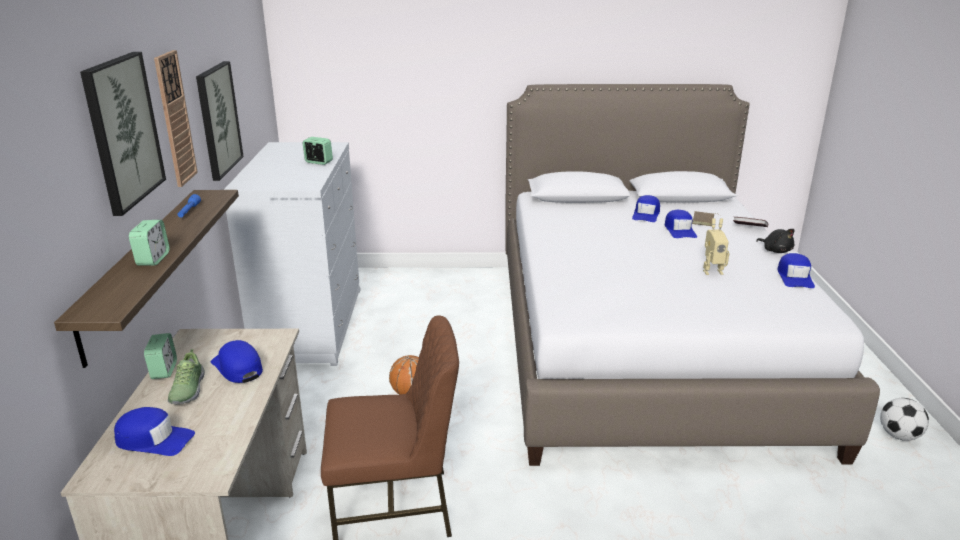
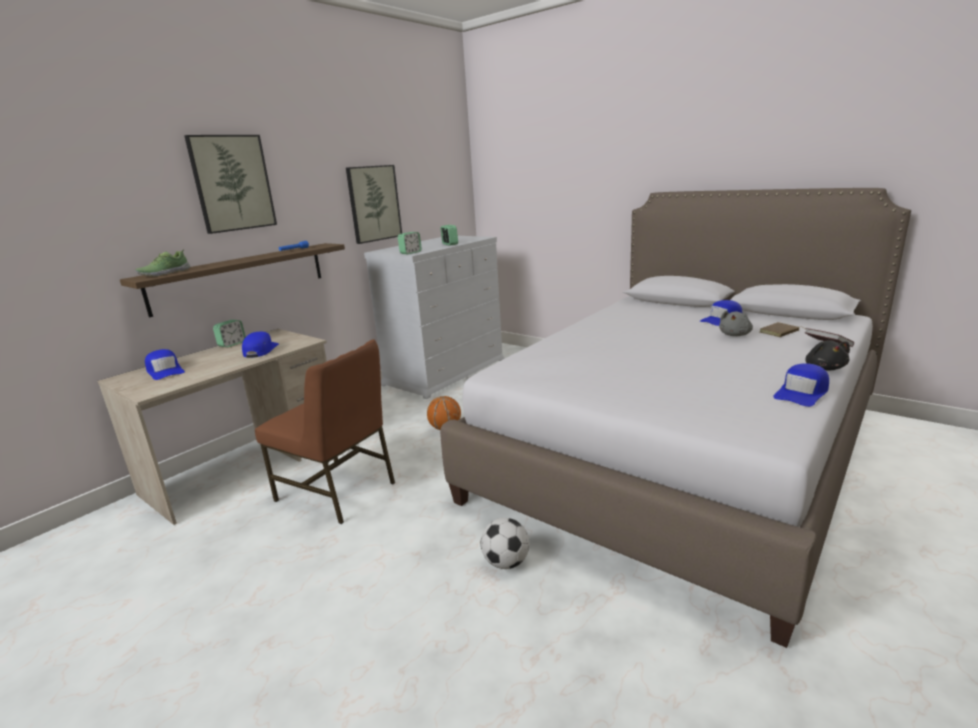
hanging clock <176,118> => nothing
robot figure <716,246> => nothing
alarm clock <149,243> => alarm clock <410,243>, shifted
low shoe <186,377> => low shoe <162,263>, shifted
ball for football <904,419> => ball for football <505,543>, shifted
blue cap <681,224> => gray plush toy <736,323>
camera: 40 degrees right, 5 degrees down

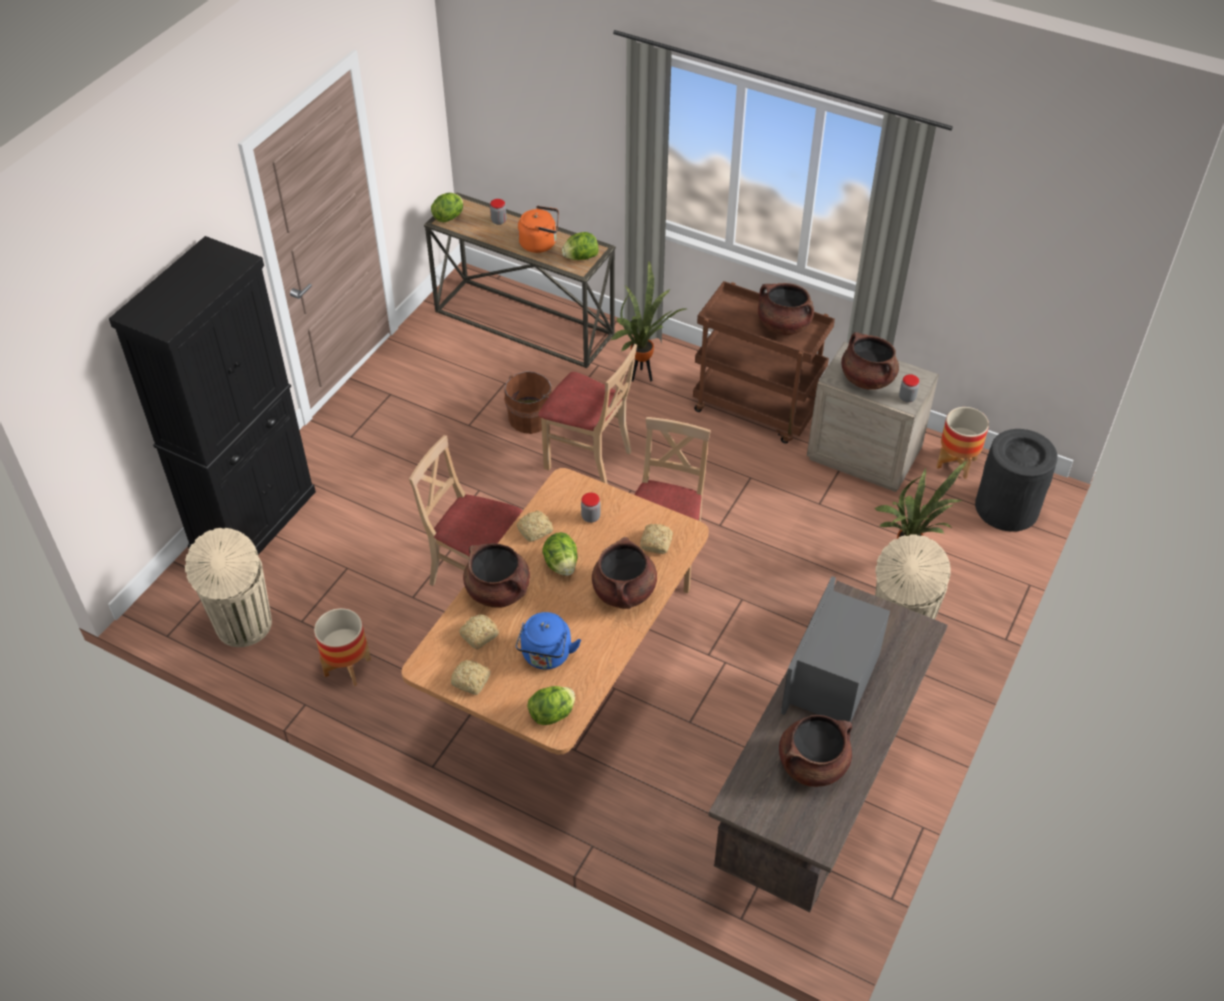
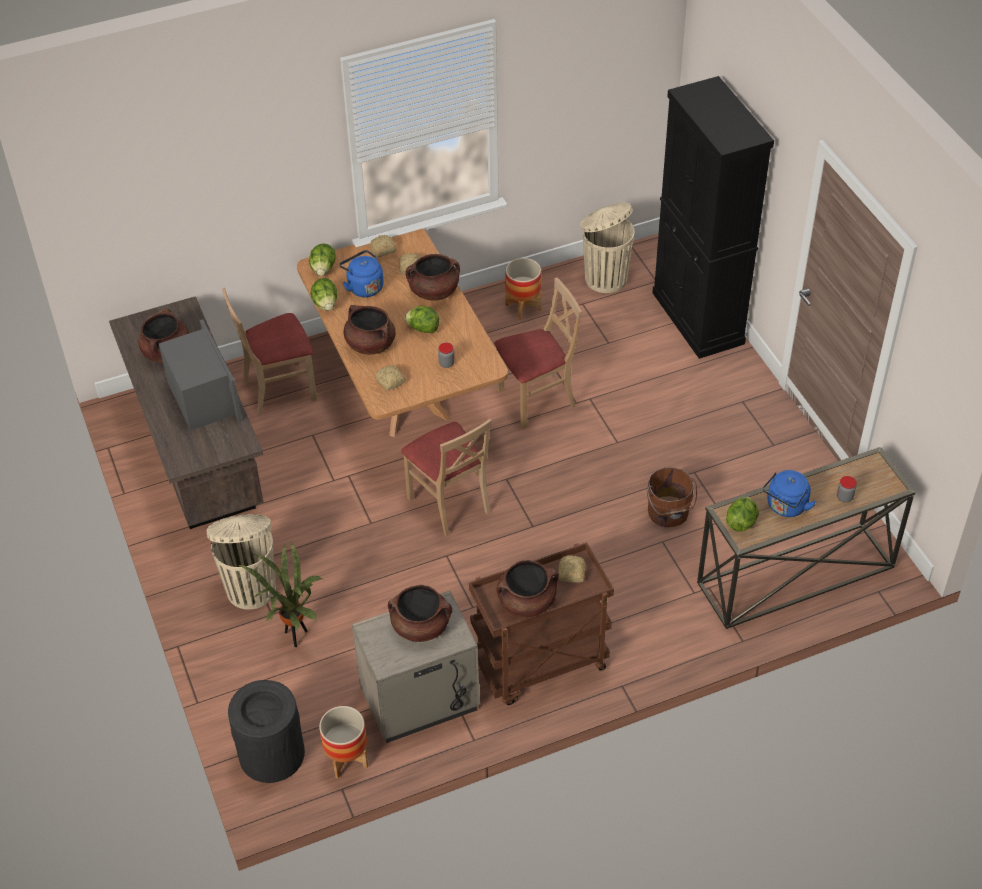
potted plant <648,321> => nothing
storage jar <909,388> => nothing
lettuce <447,207> => lettuce <323,294>, shifted
baked bread <535,526> => baked bread <572,569>, shifted
beige-coloured chair <587,414> => beige-coloured chair <269,352>, shifted
orangey kettle <538,229> => blue kettle <789,493>
camera: 130 degrees right, 0 degrees up

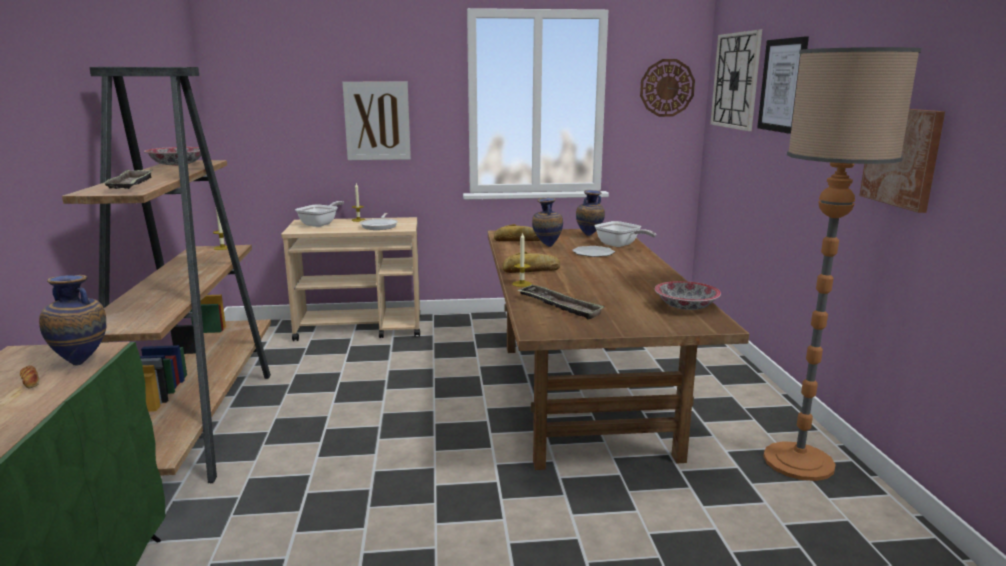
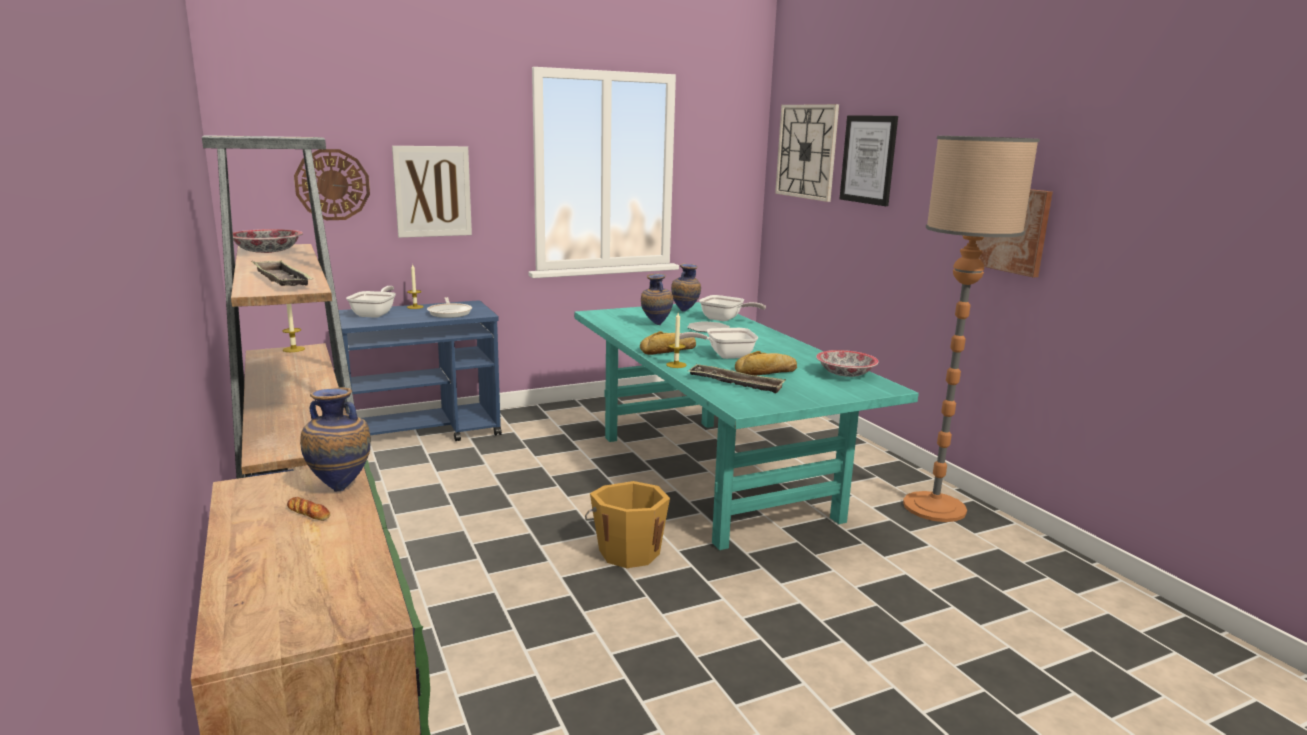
nothing => orangey bucket <627,524>
nothing => frying pan <718,343>
baked bread <517,232> => baked bread <766,363>, shifted
hanging clock <667,88> => hanging clock <332,184>, shifted
beige-coloured cart <350,279> => blue cart <420,370>
brownish dinner table <618,349> => turquoise-coloured dinner table <746,426>
camera: 20 degrees left, 0 degrees up

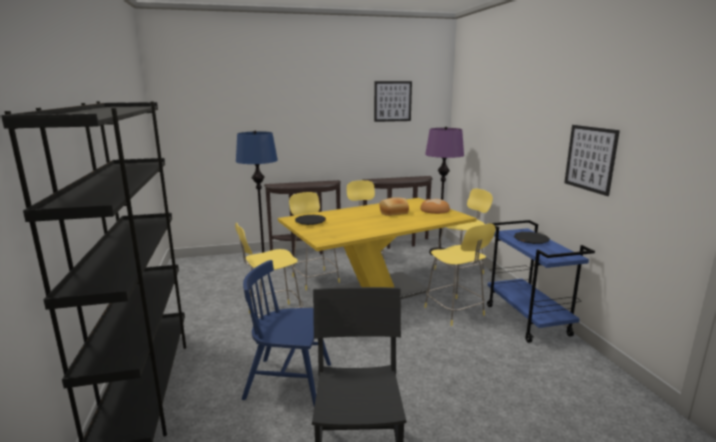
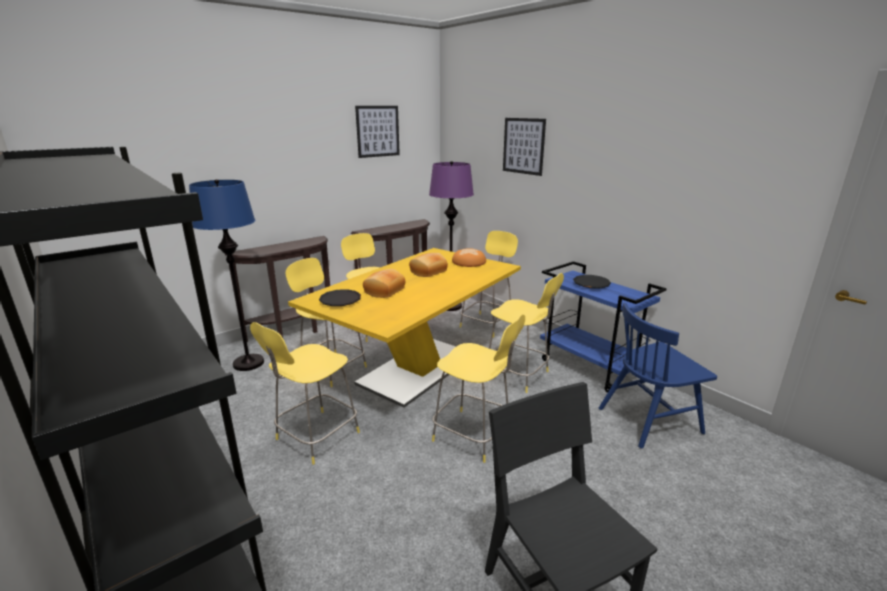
nothing => baked bread <384,283>
nothing => yellow-coloured stool seat <478,388>
blue chair <286,333> => blue chair <658,375>, shifted
picture <592,160> => picture <524,147>, shifted
camera: 25 degrees left, 5 degrees up

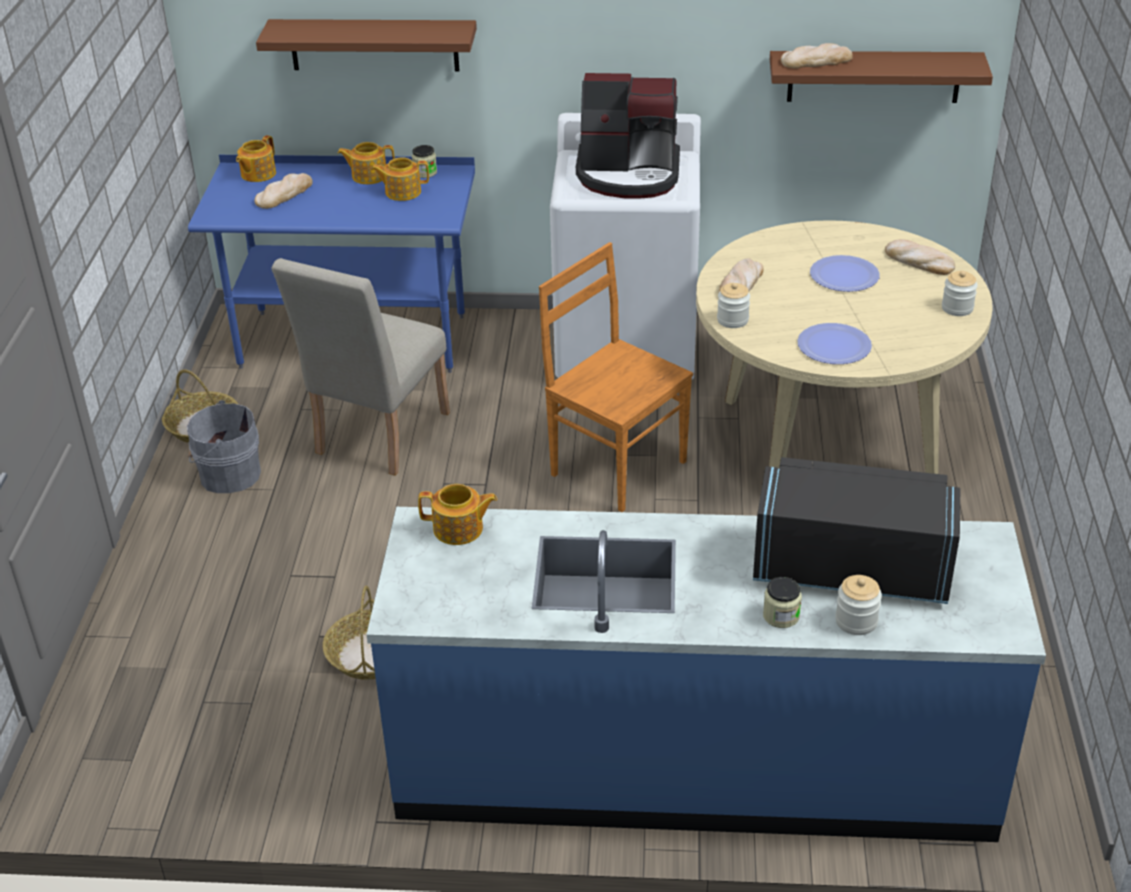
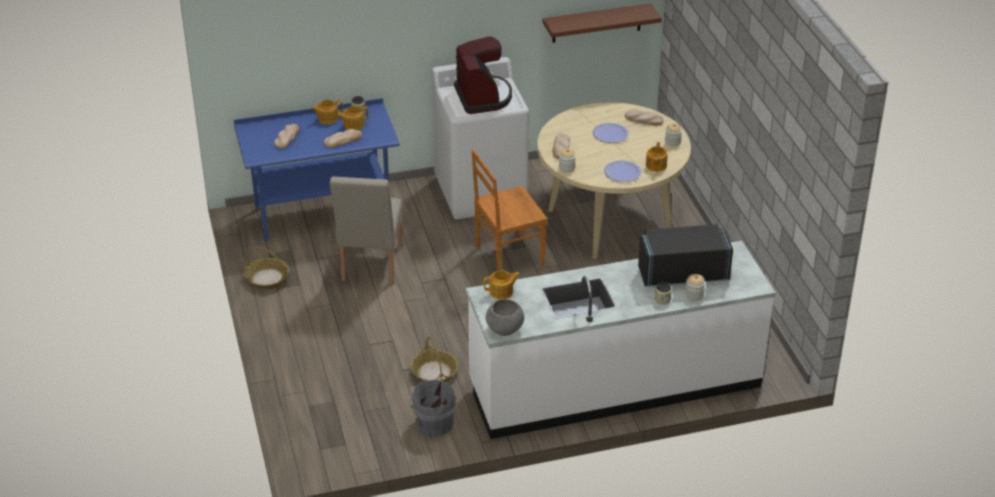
brownish shelf <366,45> => nothing
nothing => gray serving bowl <505,317>
gray bucket <224,446> => gray bucket <432,408>, shifted
teapot <256,158> => teapot <657,157>, shifted
baked bread <816,55> => baked bread <343,138>, shifted
blue kitchen base unit <706,674> => whitish kitchen base unit <621,340>
brownish chair <616,377> => brownish chair <509,210>, 45 degrees counterclockwise
coffee maker <628,136> => coffee maker <483,75>, 90 degrees counterclockwise
camera: 20 degrees left, 0 degrees up

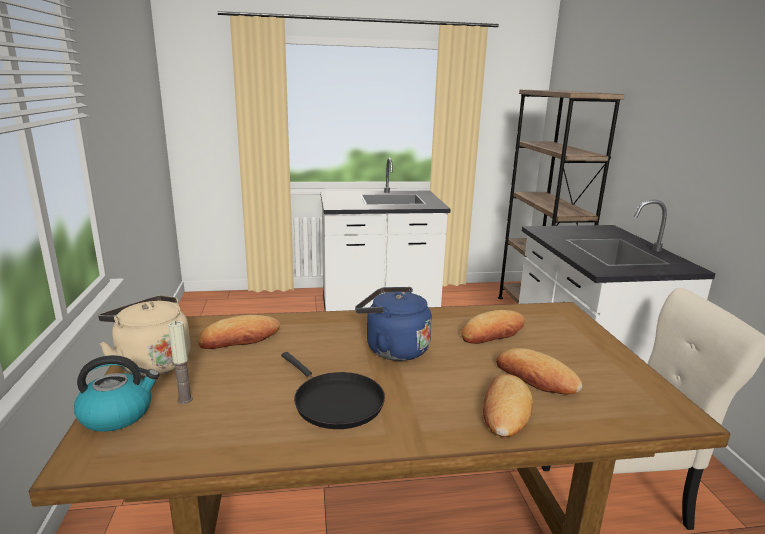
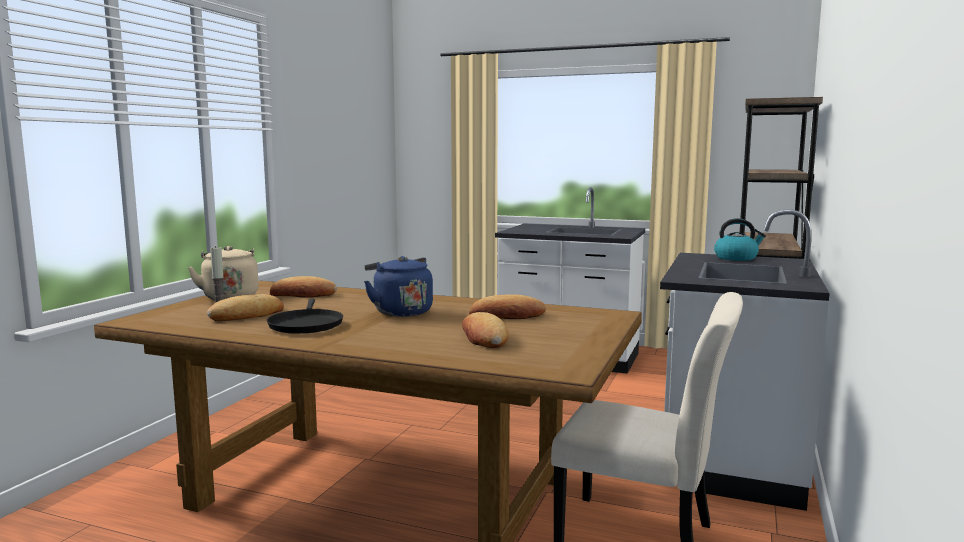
kettle <117,393> => kettle <740,239>, shifted
baked bread <508,405> => baked bread <245,307>, shifted
camera: 30 degrees right, 10 degrees down

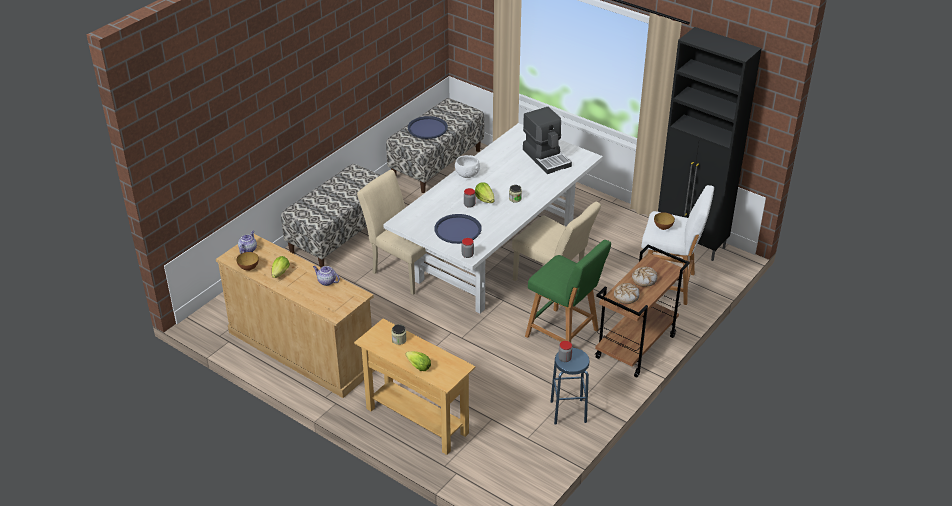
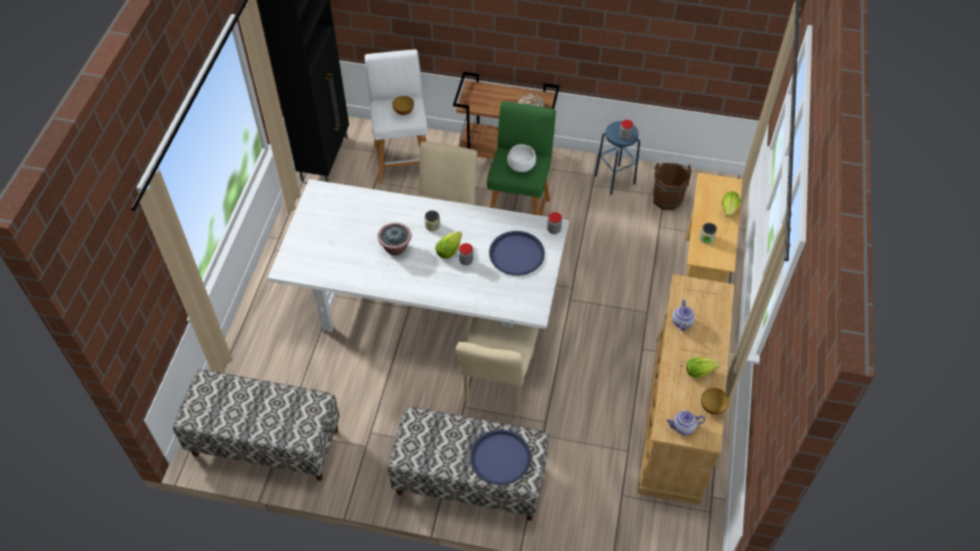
coffee maker <547,140> => nothing
baked bread <645,276> => nothing
nothing => potted plant <394,239>
nothing => brownish bucket <672,186>
blue tray <428,127> => blue tray <500,457>, shifted
whitish serving bowl <467,166> => whitish serving bowl <521,158>, shifted
camera: 115 degrees left, 15 degrees up

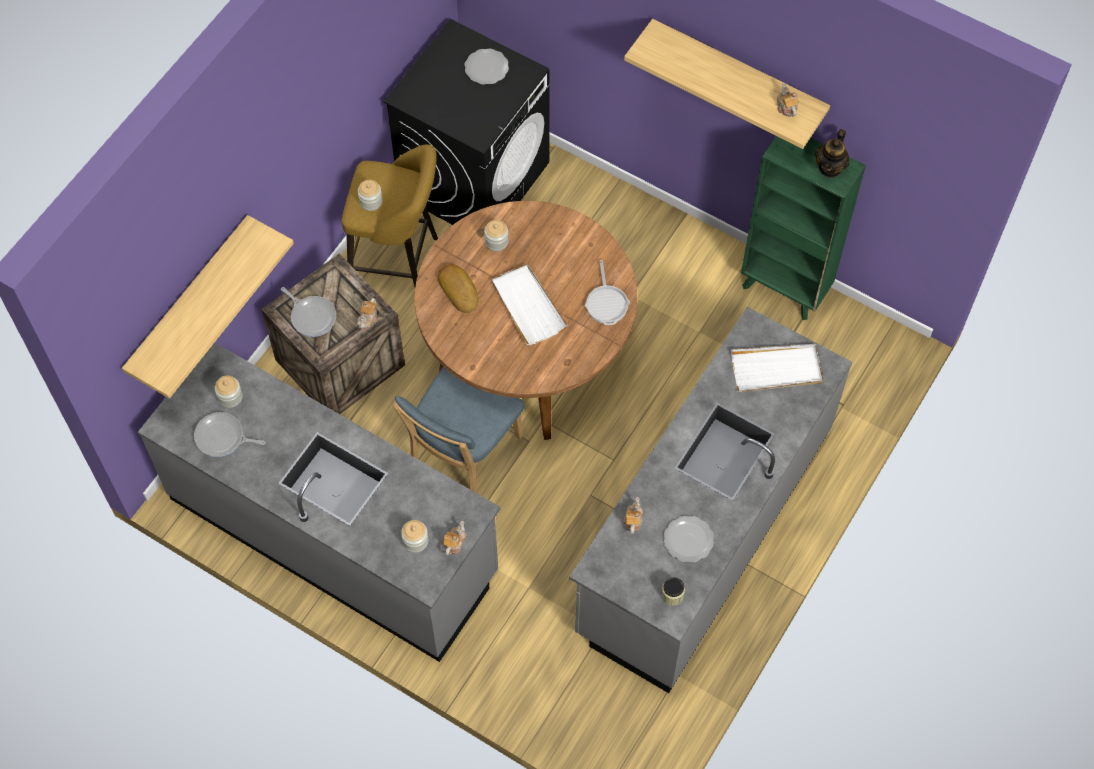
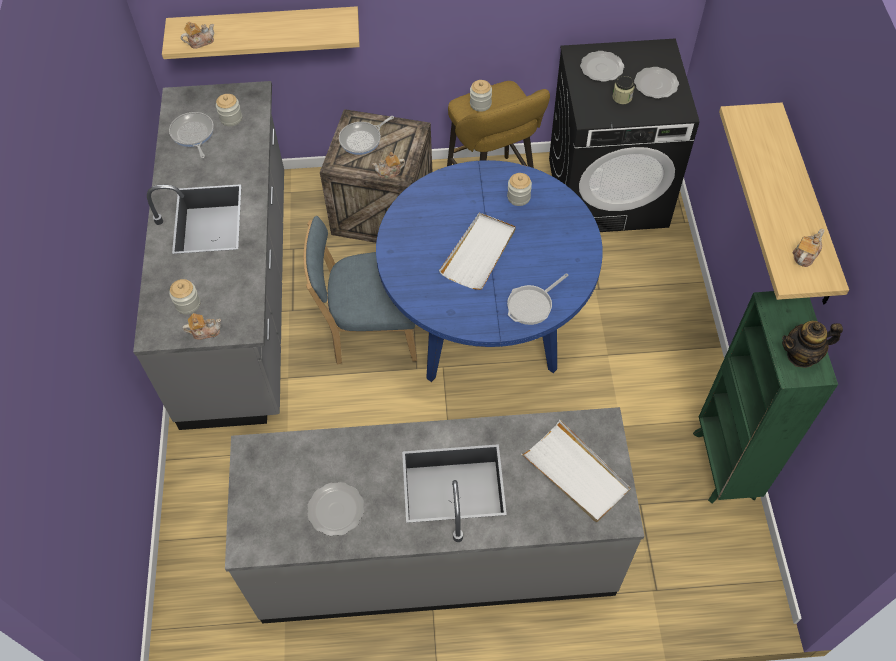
baked bread <458,288> => nothing
nothing => plate <602,66>
teapot <633,515> => teapot <197,35>, shifted
storage jar <673,591> => storage jar <623,90>, shifted
brownish dinner table <526,320> => blue dinner table <489,271>
frying pan <308,312> => frying pan <366,135>, 45 degrees clockwise
camera: 55 degrees right, 5 degrees down

